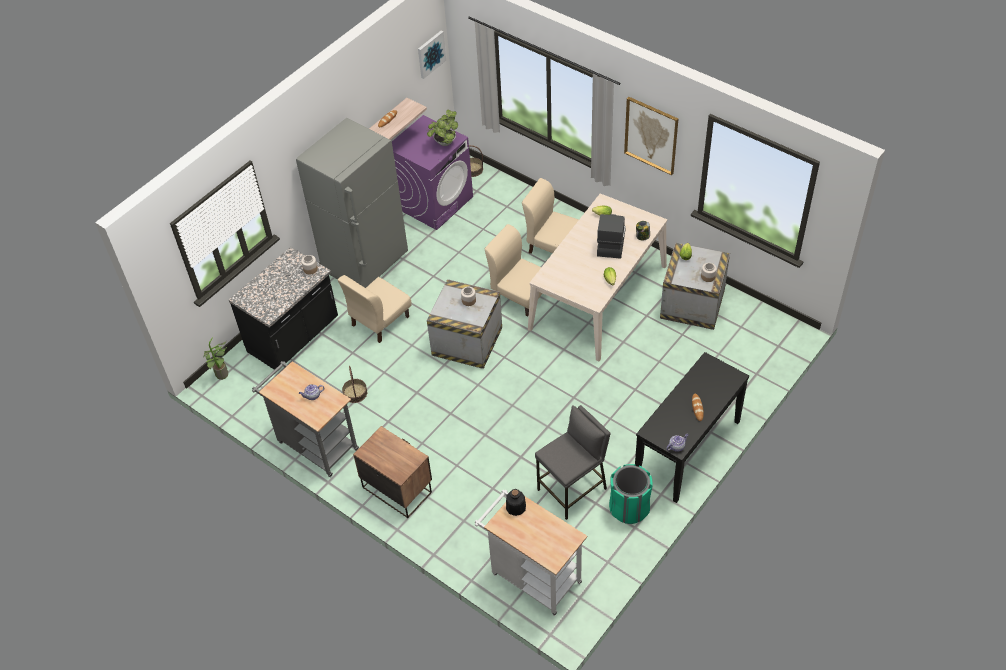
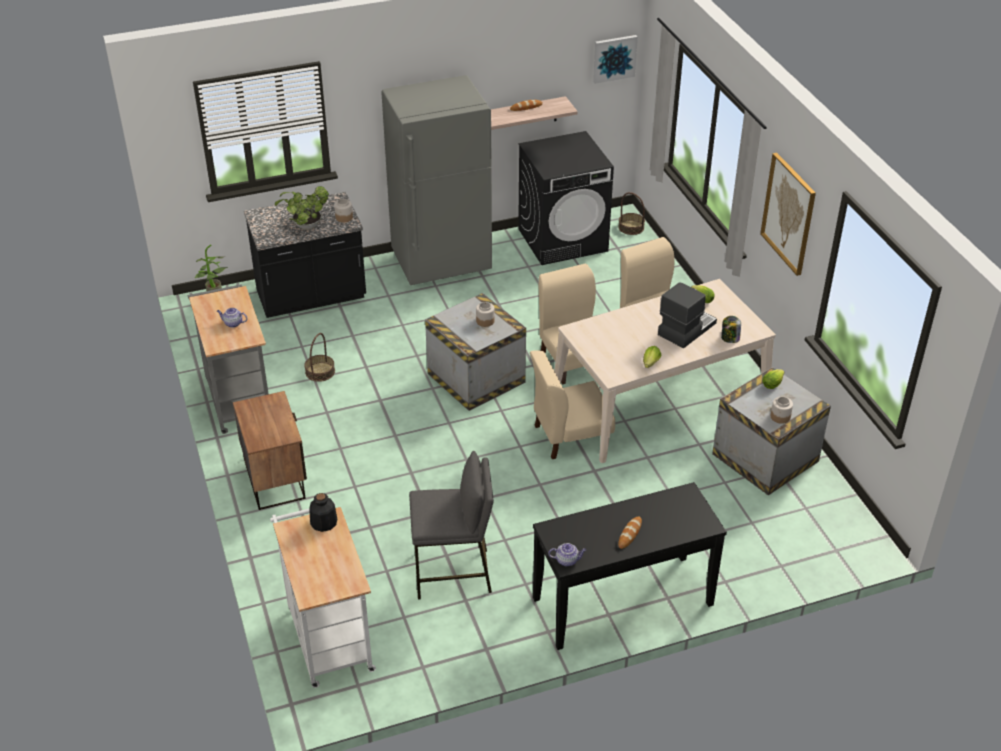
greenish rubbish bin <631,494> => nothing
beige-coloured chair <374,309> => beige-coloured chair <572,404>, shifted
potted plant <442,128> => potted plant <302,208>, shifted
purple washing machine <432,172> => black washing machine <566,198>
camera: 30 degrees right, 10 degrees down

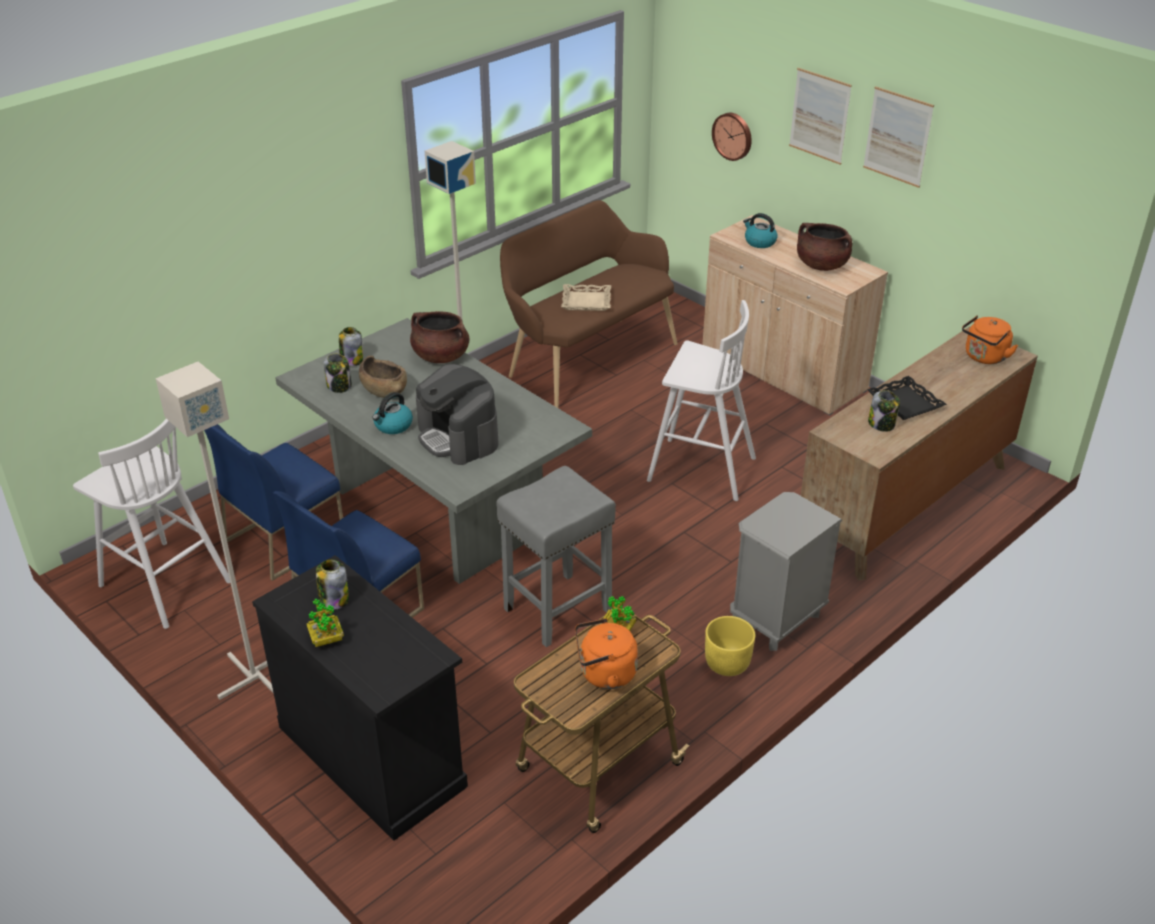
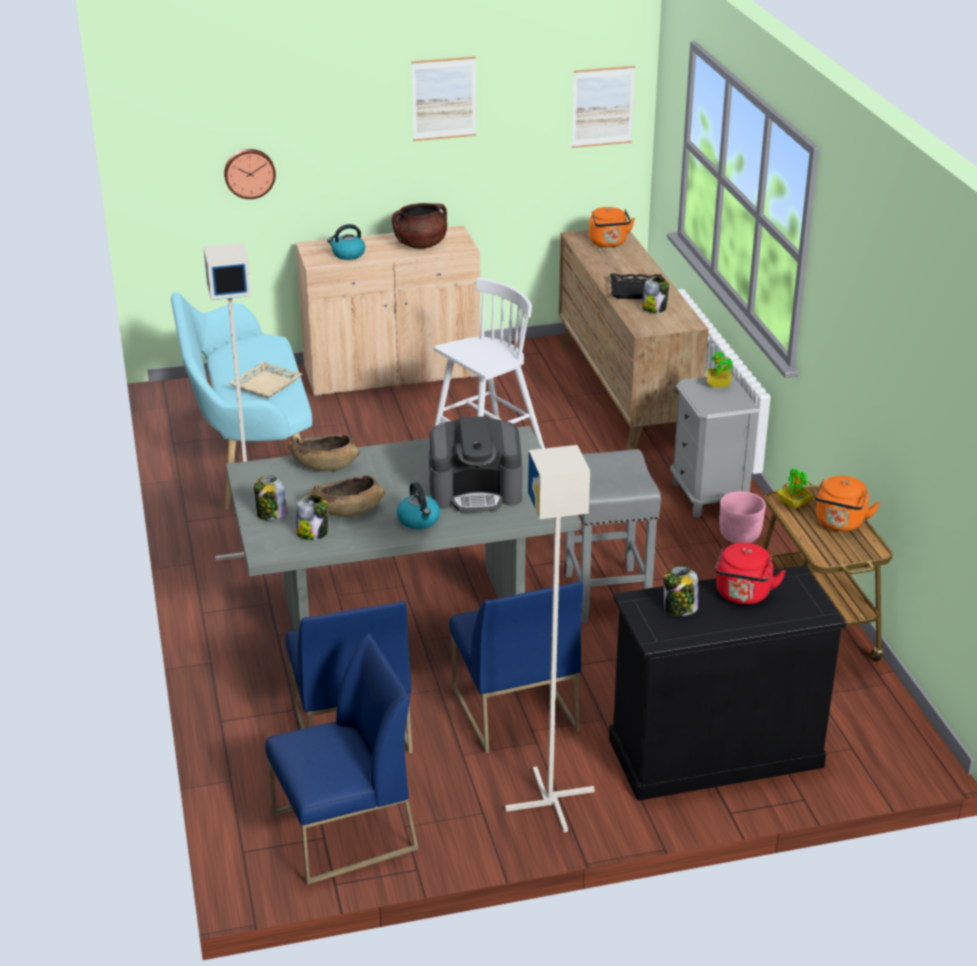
nothing => red kettle <750,574>
potted plant <325,623> => potted plant <720,369>, shifted
picture <820,116> => picture <603,107>, shifted
whitish stool seat <151,524> => blue chair <342,759>
brownish stockpot <439,337> => brownish serving bowl <324,452>
brownish bench <588,304> => turquoise-coloured bench <241,401>
yellow-coloured planter <730,646> => pink planter <743,517>
camera: 60 degrees left, 5 degrees down

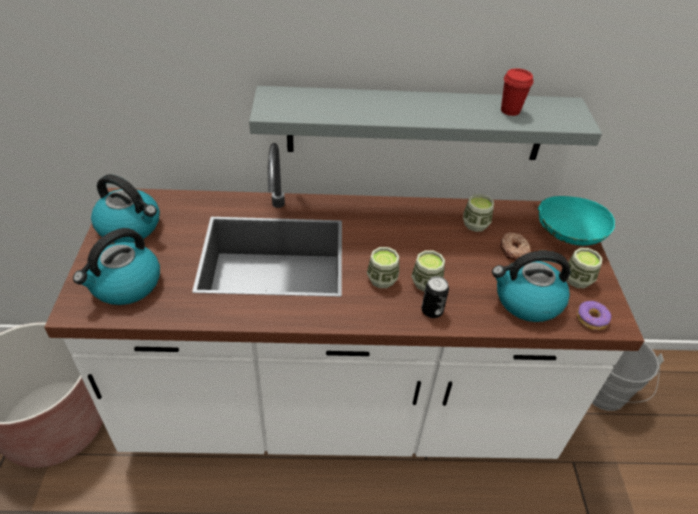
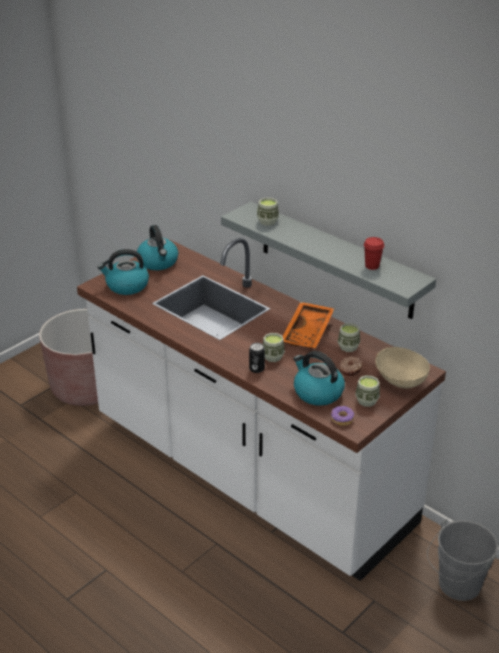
nothing => orangey tray <308,325>
small cup <383,267> => small cup <268,212>, shifted
turquoise-coloured serving bowl <577,221> => beige-coloured serving bowl <402,368>
camera: 45 degrees right, 10 degrees down

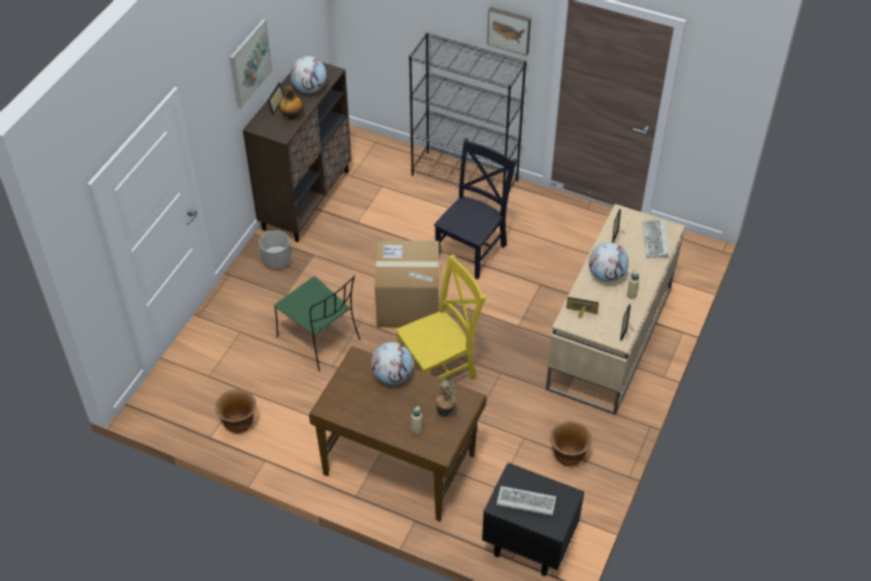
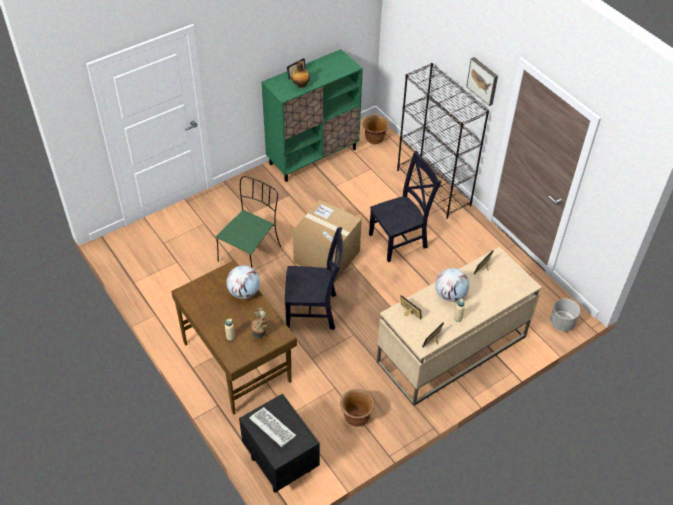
picture <251,64> => nothing
desk globe <308,74> => nothing
keyboard <656,238> => nothing
brownish planter <235,411> => brownish planter <376,129>, shifted
gray planter <275,249> => gray planter <565,315>, shifted
brownish cabinet <297,152> => greenish cabinet <312,115>
yellow-coloured chair <441,316> => black chair <314,278>
greenish chair <317,323> => greenish chair <248,222>, 135 degrees counterclockwise
camera: 30 degrees right, 0 degrees up

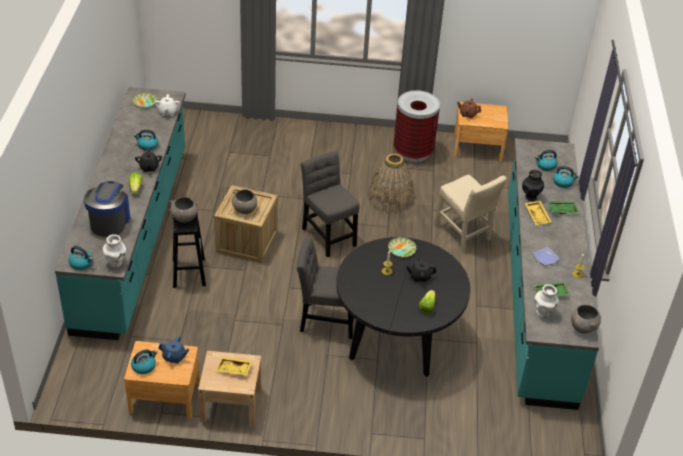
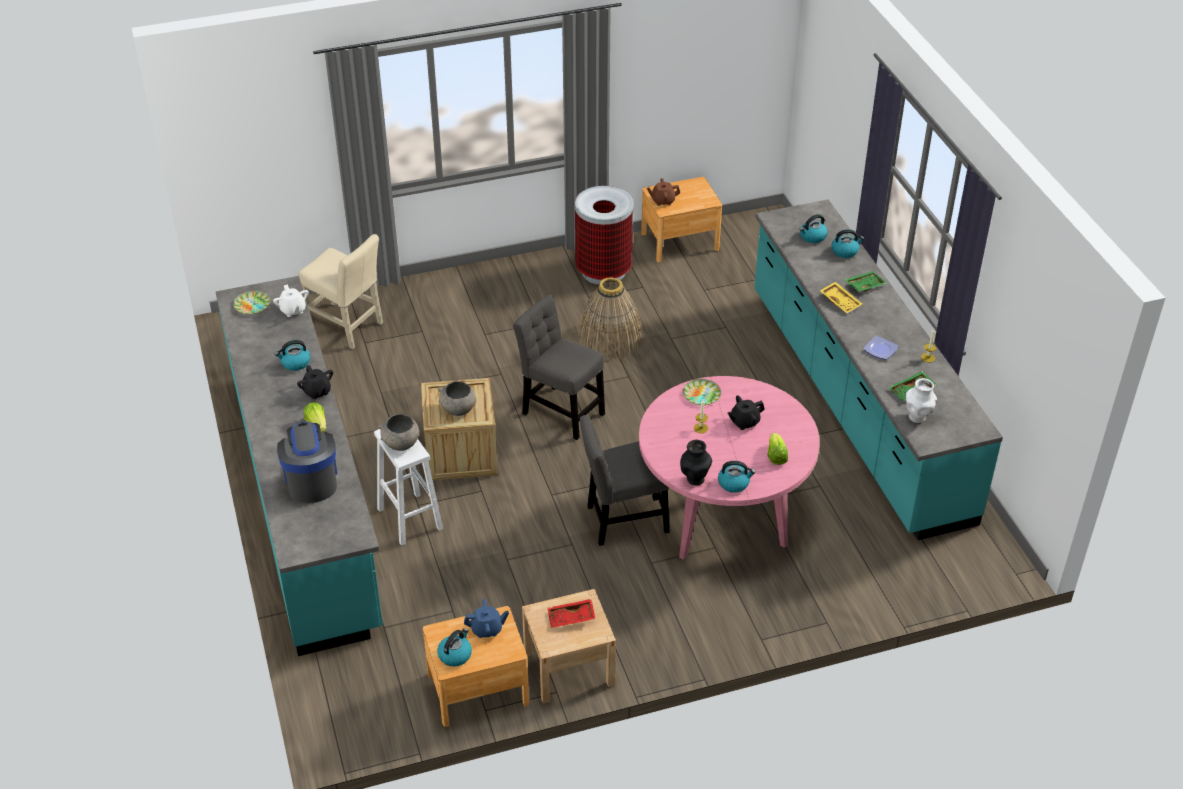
whitish decorative vase <115,251> => nothing
gray serving bowl <586,319> => nothing
kettle <80,258> => kettle <737,477>, shifted
beige-coloured chair <470,214> => beige-coloured chair <341,291>, shifted
black decorative vase <533,185> => black decorative vase <696,462>, shifted
black stool seat <189,246> => whitish stool seat <408,487>
yellow-coloured tray <234,366> => red tray <571,613>
black dinner table <403,307> => pink dinner table <729,468>
camera: 20 degrees left, 0 degrees up

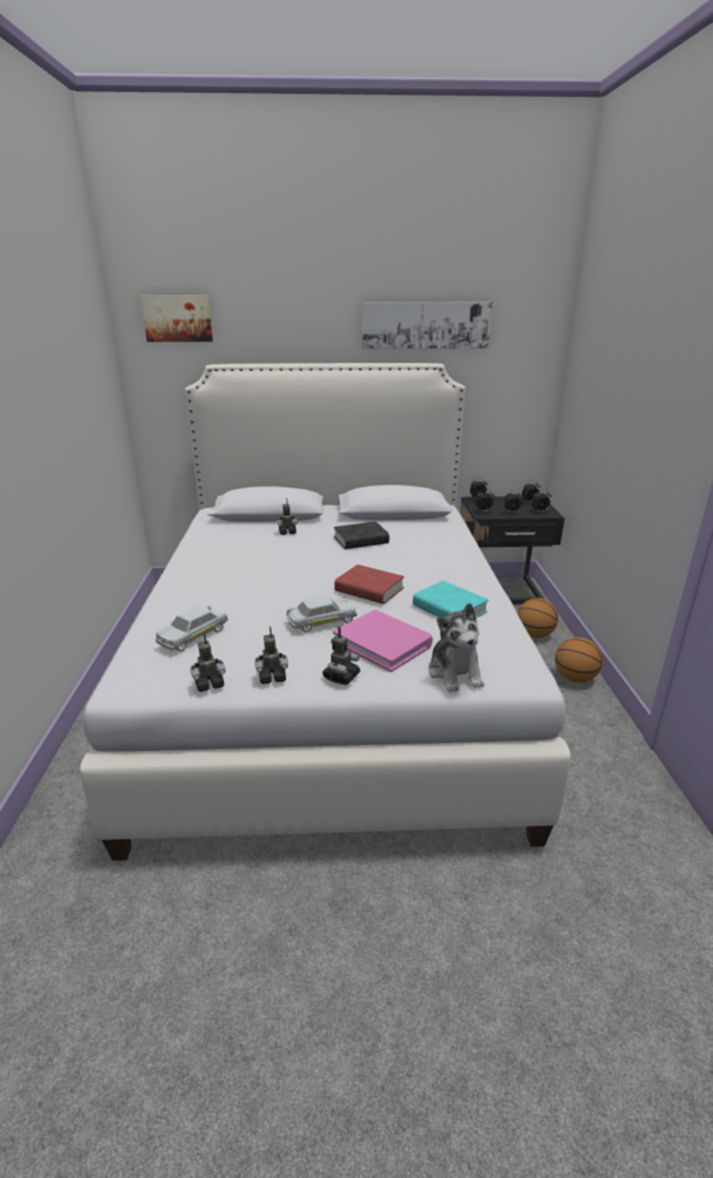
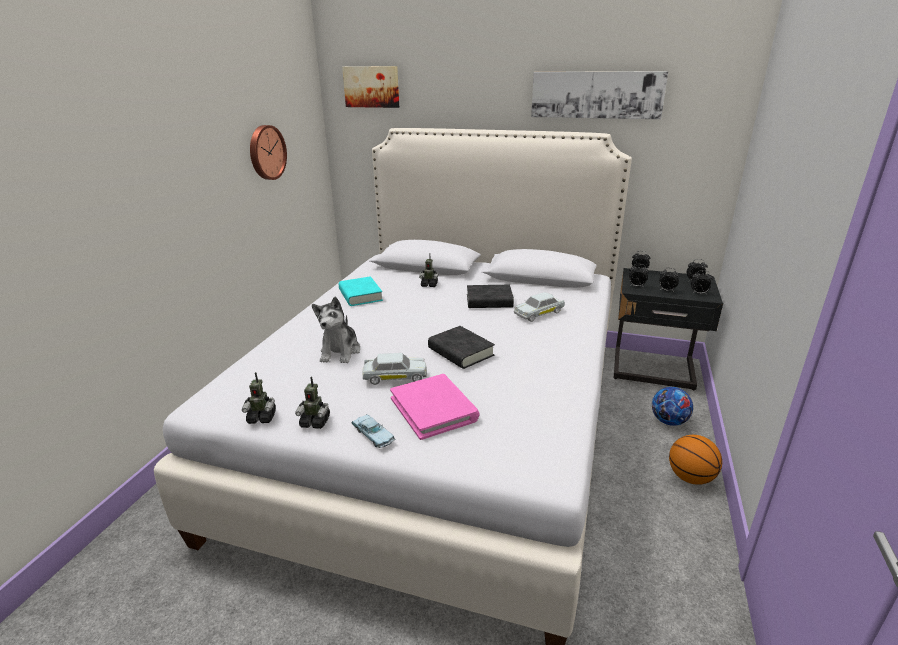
nothing => hanging clock <268,152>
whitish toy car <191,628> => whitish toy car <539,307>, shifted
turquoise-coloured volume <451,599> => turquoise-coloured volume <361,291>, shifted
plush toy <456,647> => plush toy <336,330>, shifted
robot figure <341,656> => blue toy car <373,431>
basketball ball <537,618> => ball for football <672,406>
red volume <369,584> => black volume <461,347>
camera: 20 degrees right, 0 degrees up

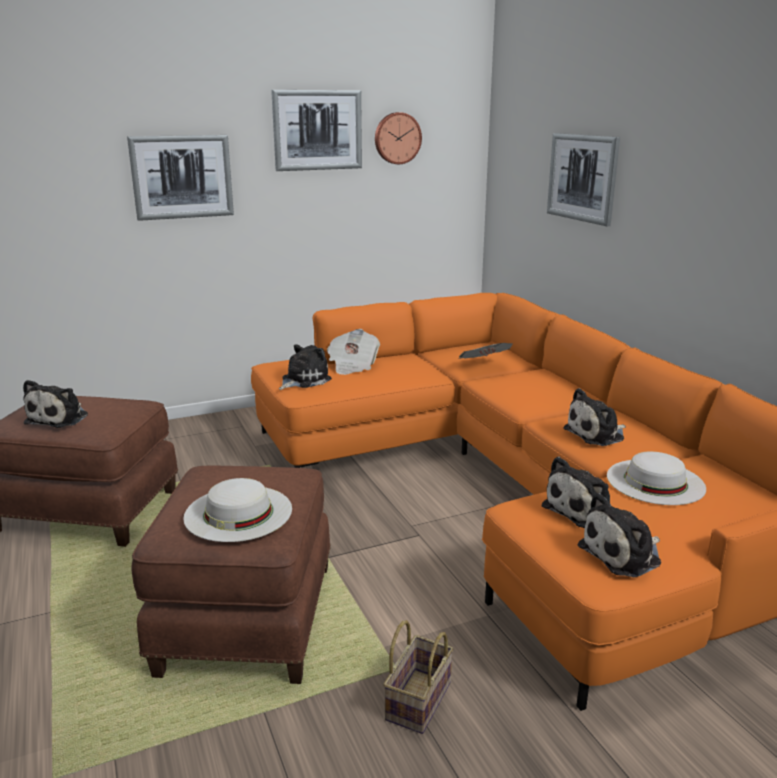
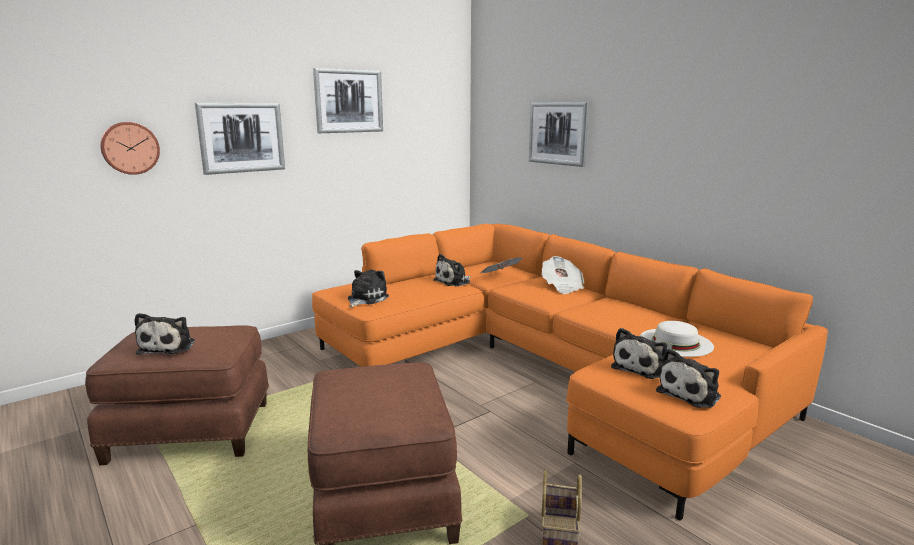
whitish clothing hat <237,510> => nothing
printed paper <353,352> => printed paper <562,275>, shifted
hanging clock <398,138> => hanging clock <130,148>, shifted
plush toy <594,417> => plush toy <452,270>, shifted
camera: 15 degrees left, 5 degrees down

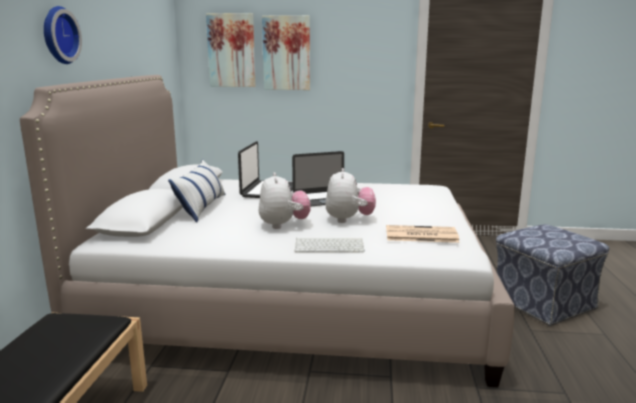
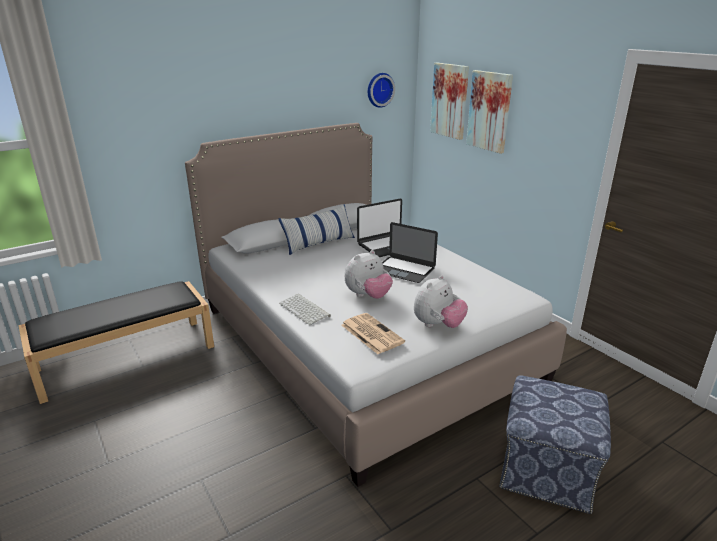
hanging clock <63,35> => hanging clock <381,90>, shifted
plush toy <285,200> => plush toy <441,301>, shifted
camera: 50 degrees right, 10 degrees up

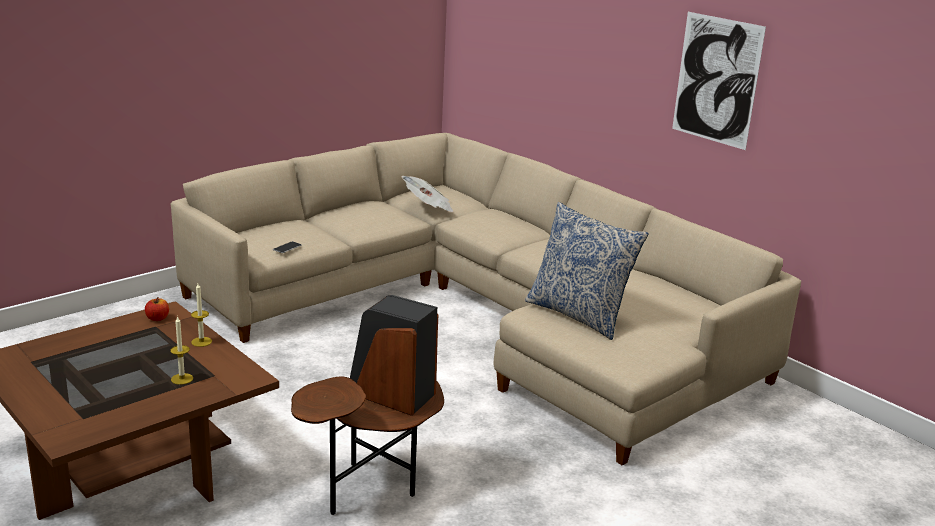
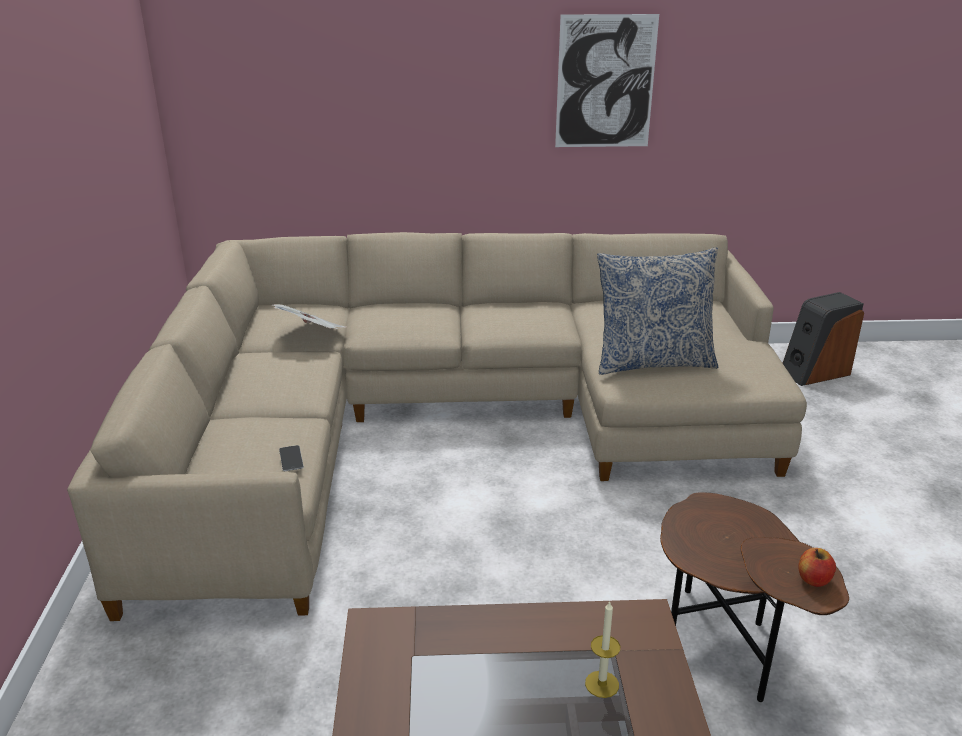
wax light <201,315> => nothing
apple fruit <157,309> => apple fruit <817,567>, shifted
audio speaker <394,355> => audio speaker <823,339>, shifted
camera: 50 degrees left, 5 degrees up

